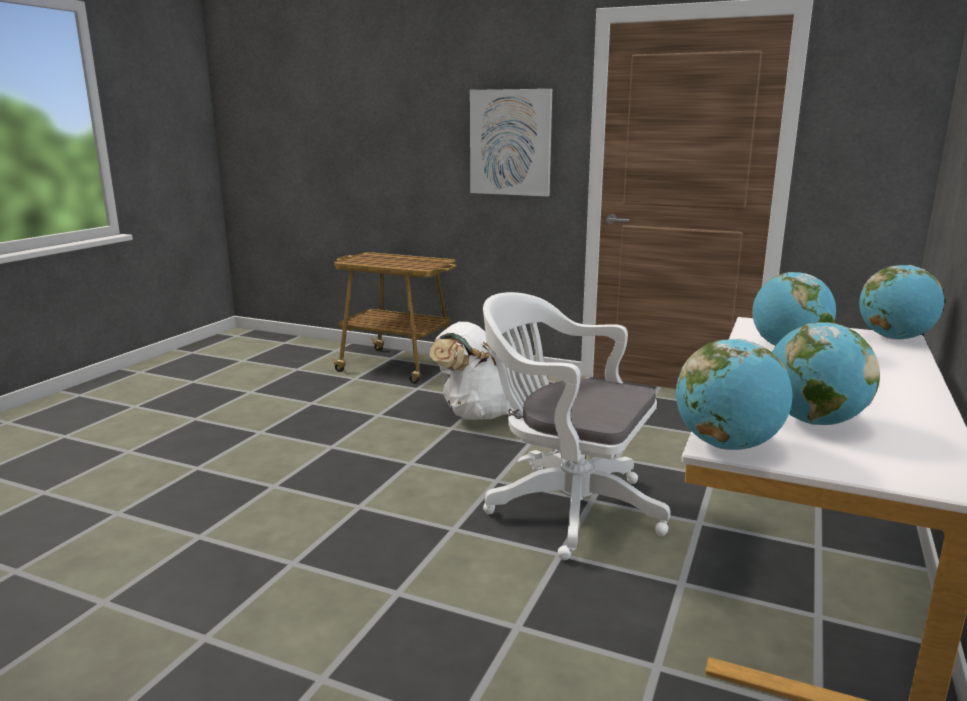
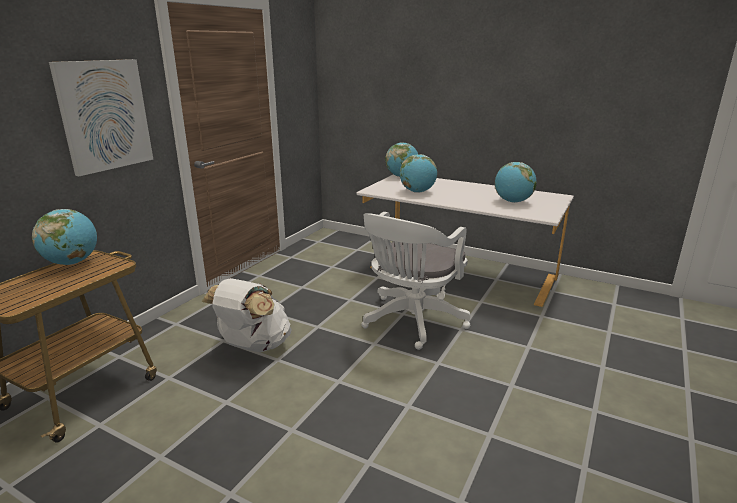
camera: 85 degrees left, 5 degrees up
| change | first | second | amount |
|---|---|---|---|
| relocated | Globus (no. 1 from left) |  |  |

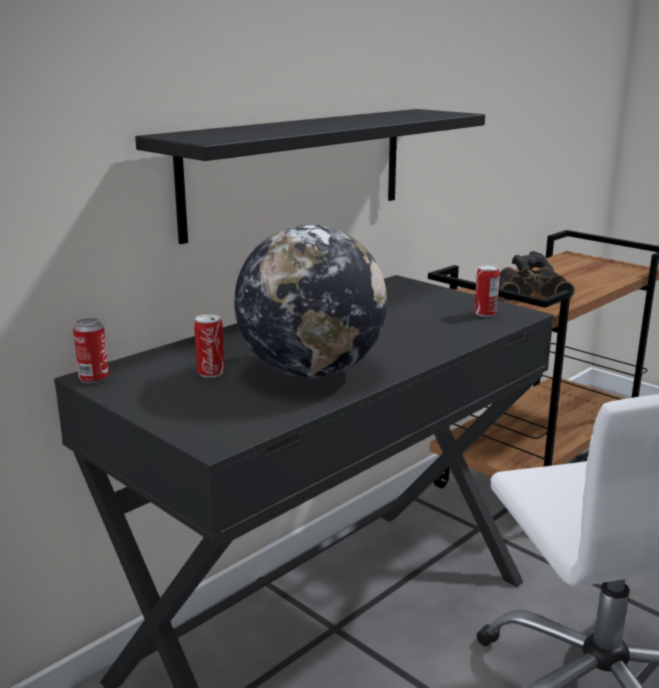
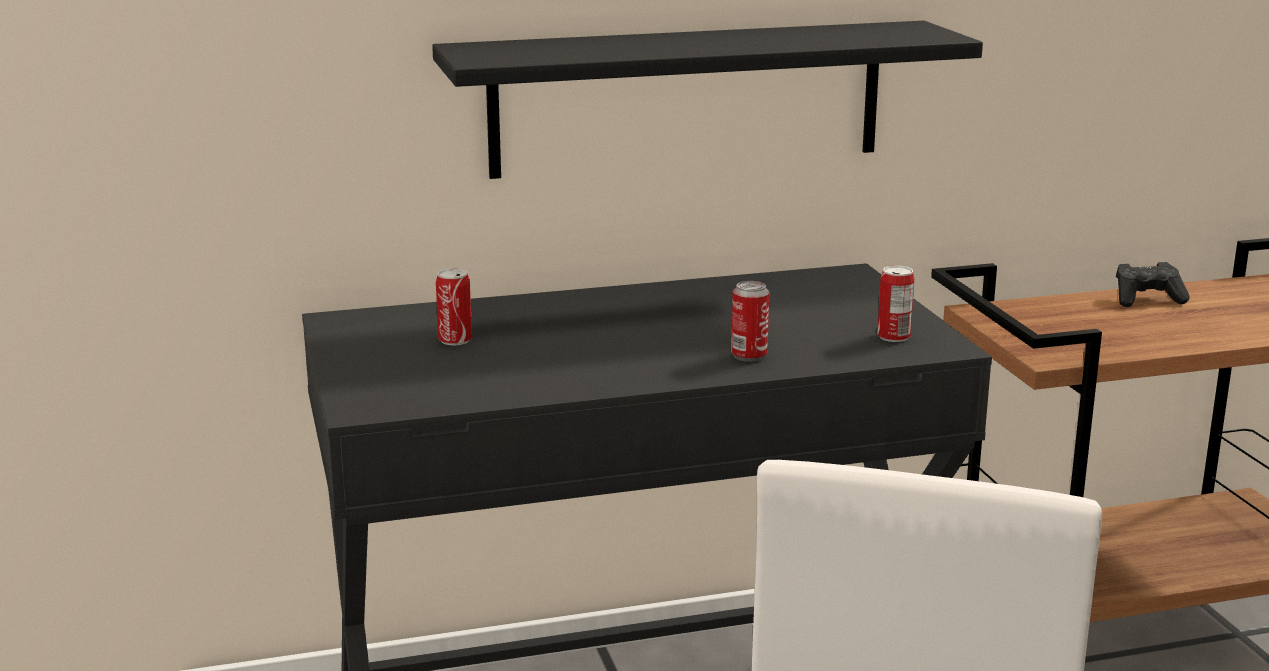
camera: 30 degrees right, 0 degrees up
| change | first | second | amount |
|---|---|---|---|
| relocated | Dose (no. 1 from left in the first image) | Dose (no. 2 from left) |  |
| missing | Globus |  |  |
| missing | Fernglas |  |  |

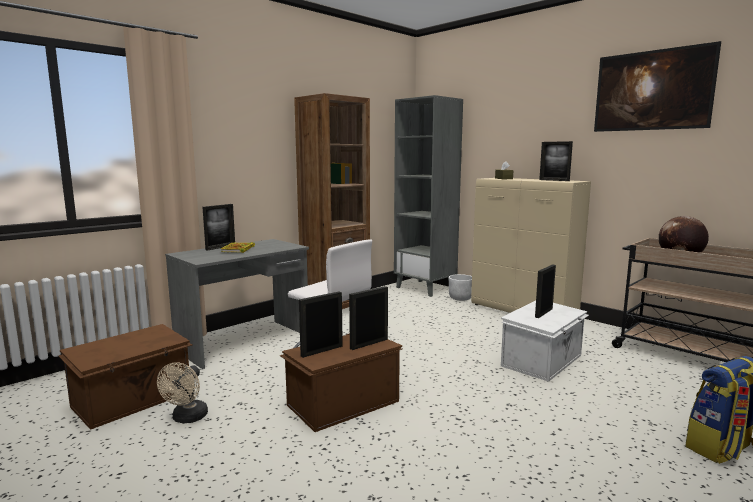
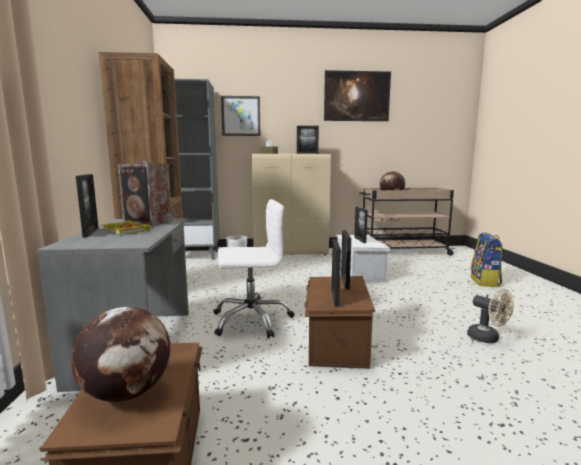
camera: 50 degrees left, 0 degrees up
| change | first | second | amount |
|---|---|---|---|
| appeared |  | Globus (no. 1 from left) |  |
| appeared |  | Lautsprecher |  |
| appeared |  | Bild (no. 1 from left) |  |
| relocated | Ventilator/beige |  |  |

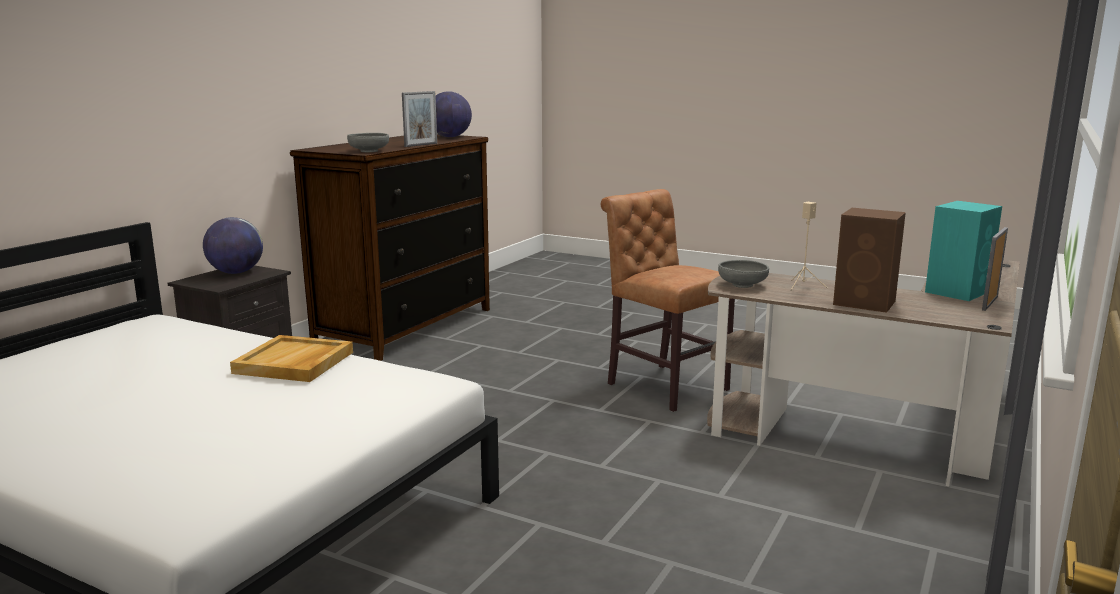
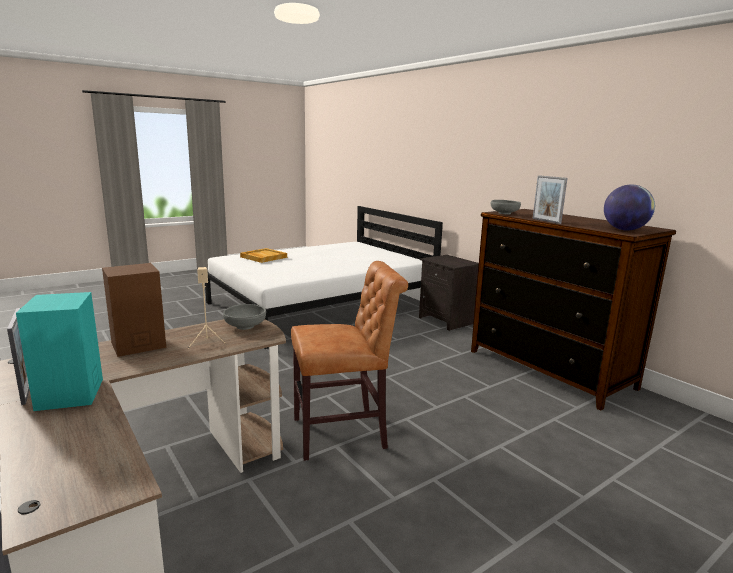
camera: 115 degrees right, 0 degrees up
| change | first | second | amount |
|---|---|---|---|
| relocated | Tablett/beige |  |  |
| missing | Globus (no. 1 from left) |  |  |

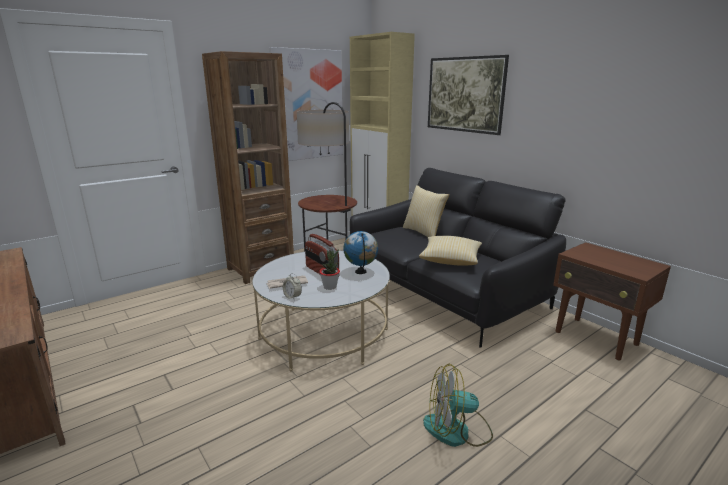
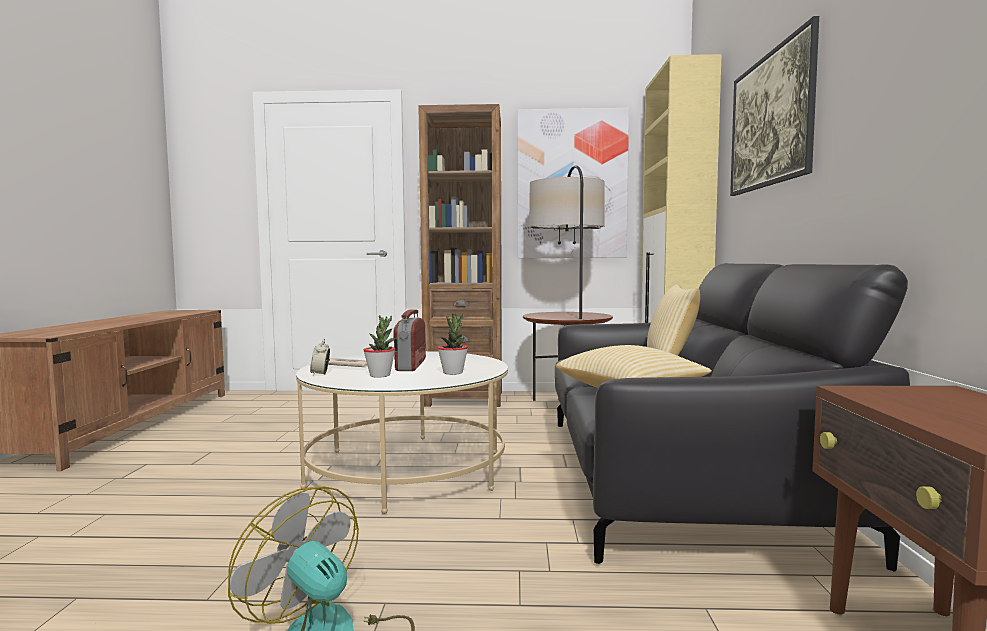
camera: 40 degrees right, 15 degrees down
| change | first | second | amount |
|---|---|---|---|
| exchanged | Globus | Topfpflanze (no. 2 from left) |  |

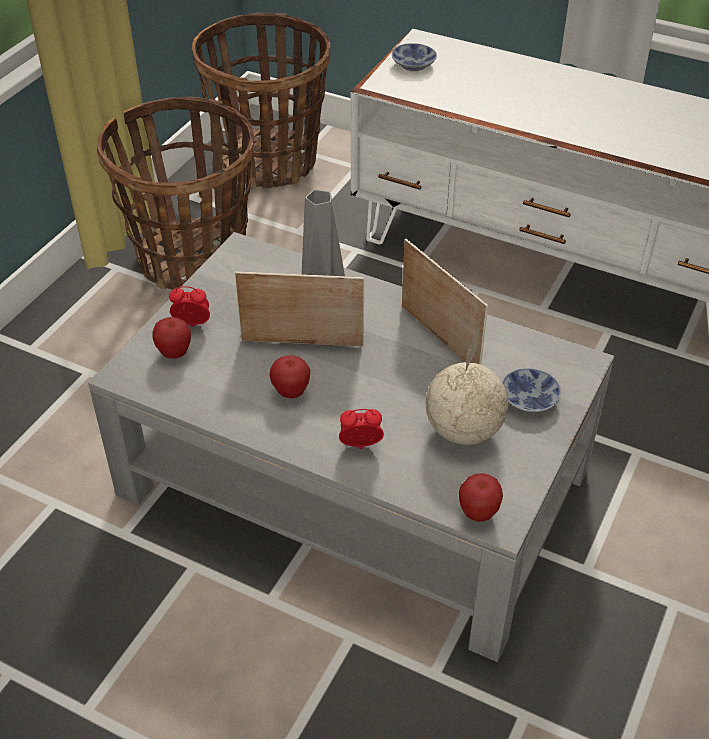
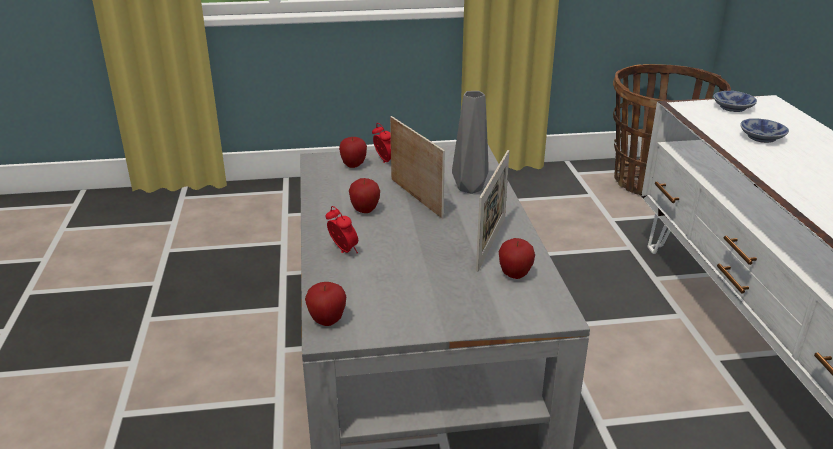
camera: 55 degrees right, 15 degrees down
| change | first | second | amount |
|---|---|---|---|
| appeared |  | Apfel (no. 4 from left) |  |
| relocated | Schüssel (no. 2 from left) |  |  |
| missing | Korb (no. 1 from left) |  |  |
| missing | Globus |  |  |

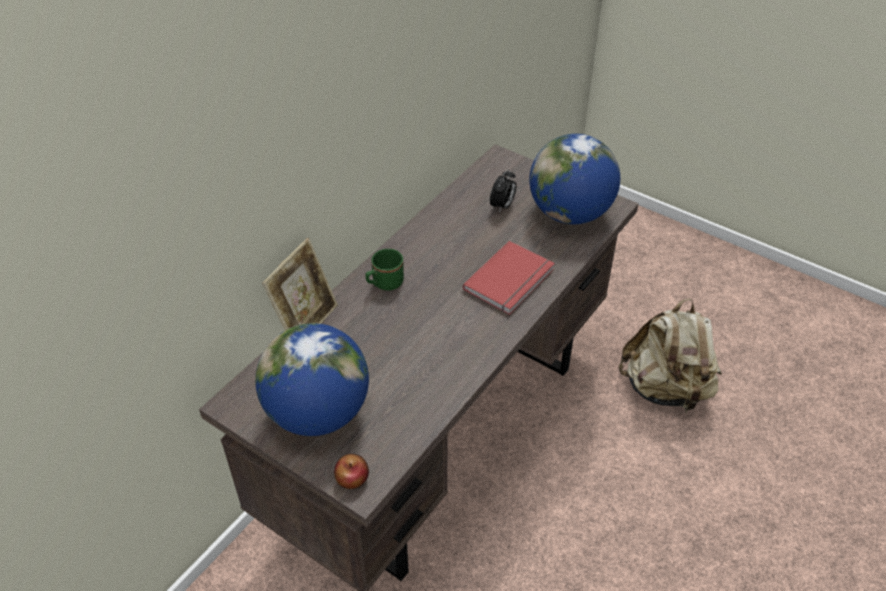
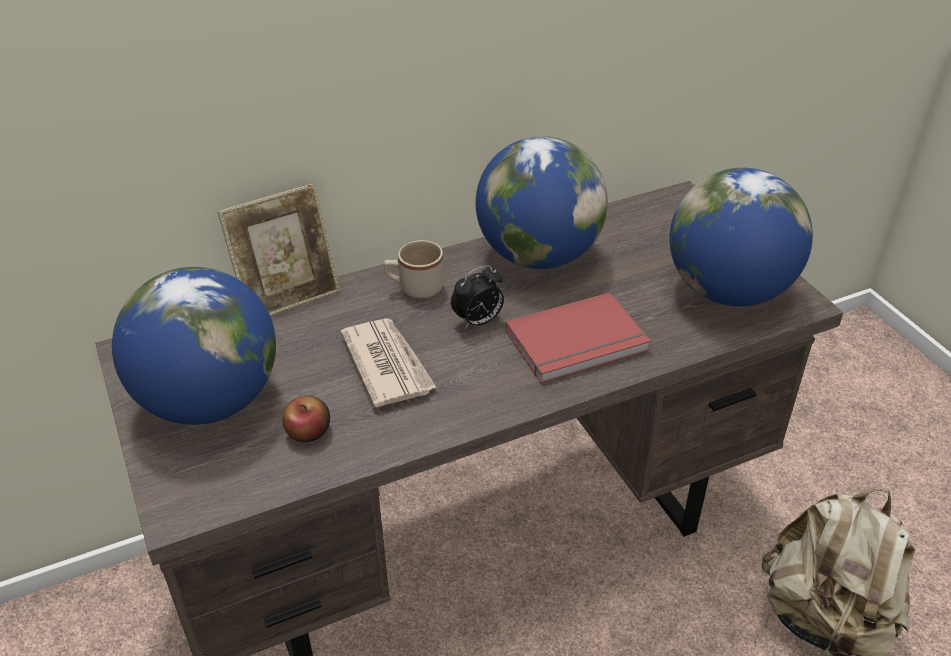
camera: 30 degrees right, 5 degrees down
| change | first | second | amount |
|---|---|---|---|
| relocated | Apfel |  |  |
| appeared |  | Zeitung |  |
| colour | Henkelbecher/grün | Henkelbecher/beige |  |
| relocated | Wecker |  |  |
| appeared |  | Globus (no. 2 from left) |  |

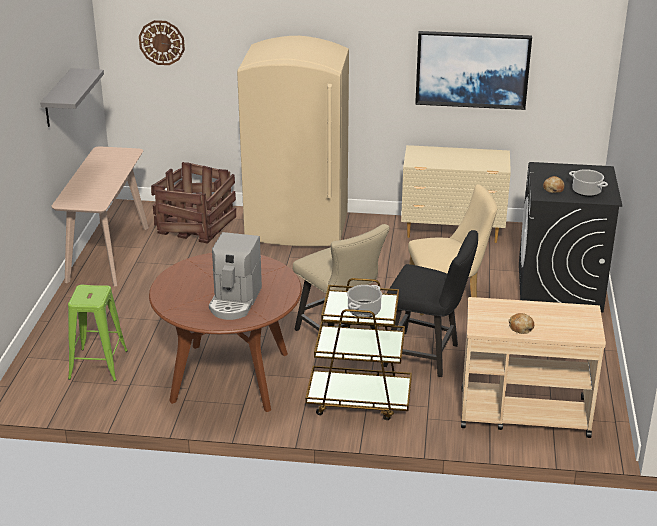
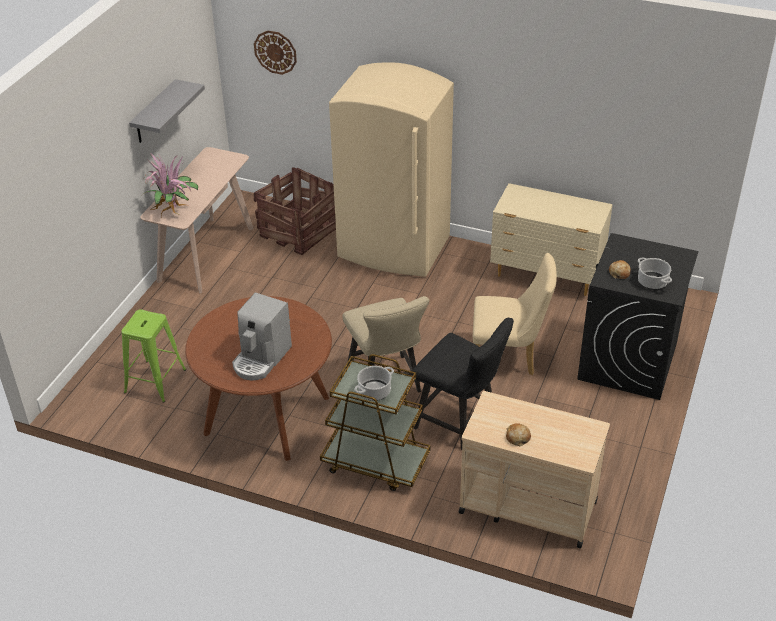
camera: 15 degrees right, 10 degrees up
| change | first | second | amount |
|---|---|---|---|
| appeared |  | Topfpflanze |  |
| missing | Bild |  |  |

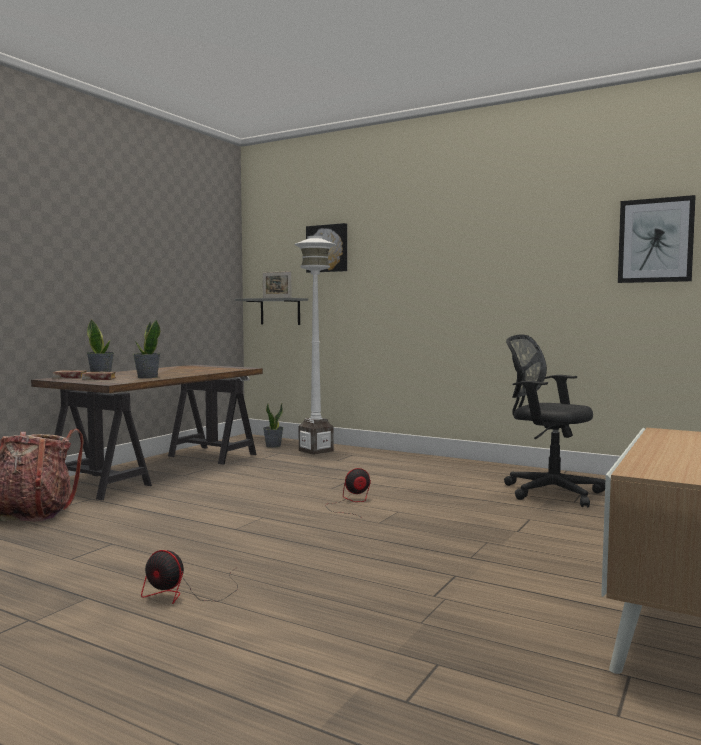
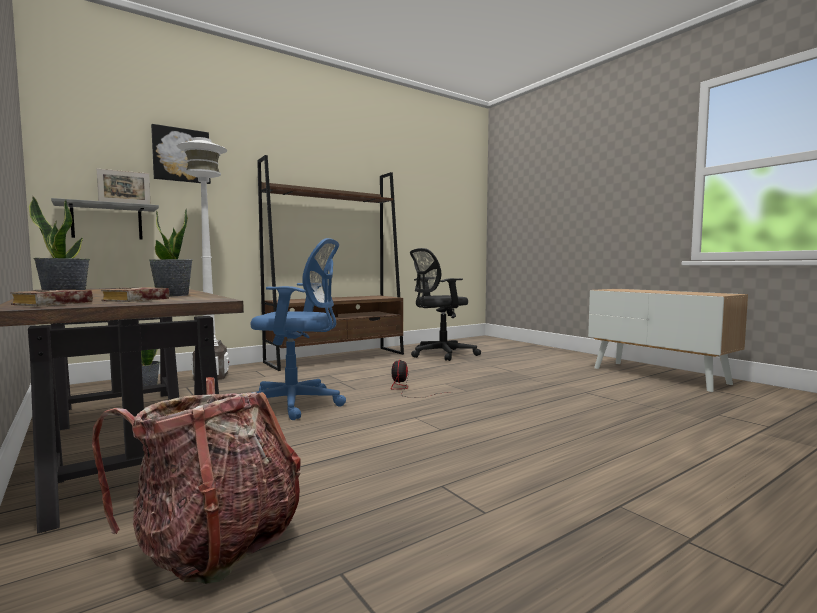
camera: 65 degrees left, 0 degrees up
| change | first | second | amount |
|---|---|---|---|
| appeared |  | Bürostuhl/blau |  |
| appeared |  | Bücherregal/braun |  |
| missing | Ventilator (no. 1 from left) |  |  |
| missing | Bild (no. 2 from left) |  |  |

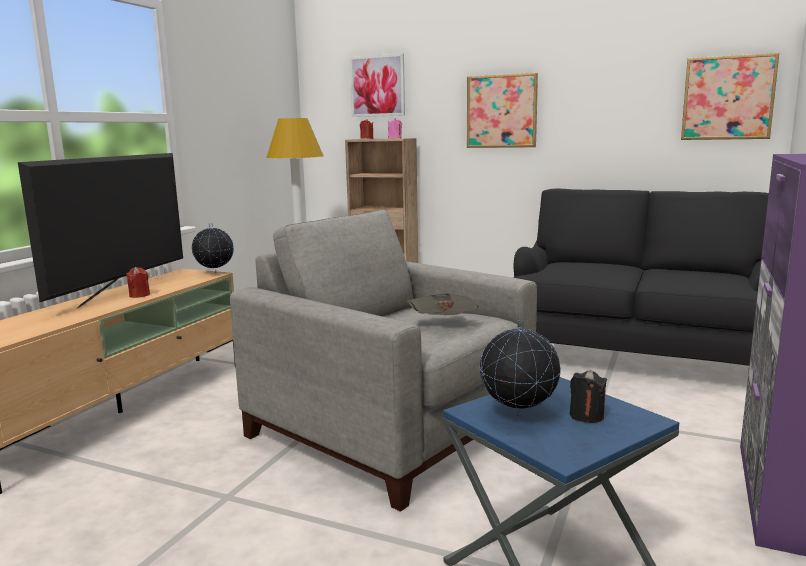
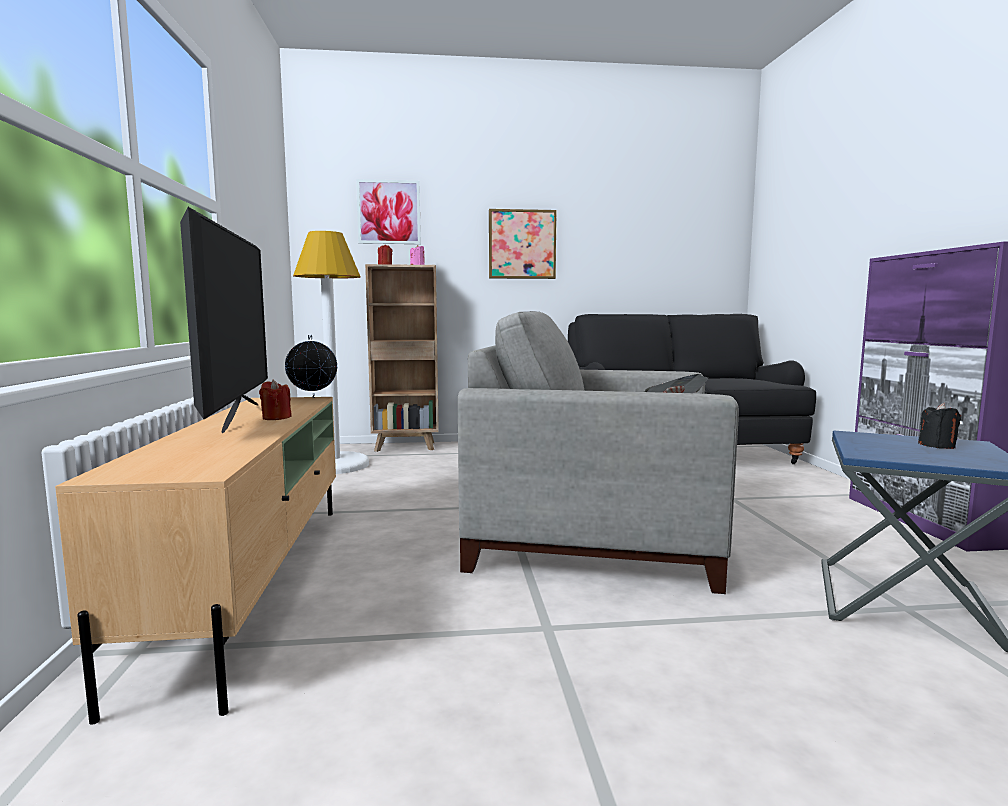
camera: 30 degrees left, 5 degrees down
| change | first | second | amount |
|---|---|---|---|
| missing | Globus (no. 2 from left) |  |  |
| missing | Bild (no. 3 from left) |  |  |

